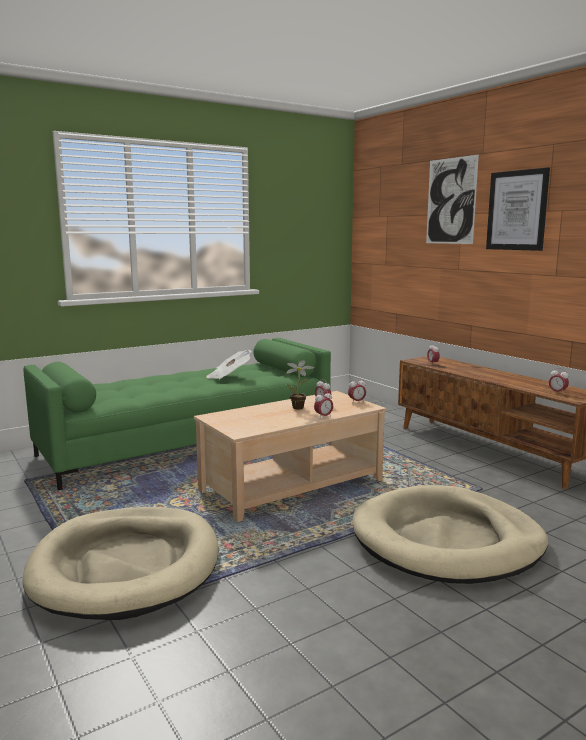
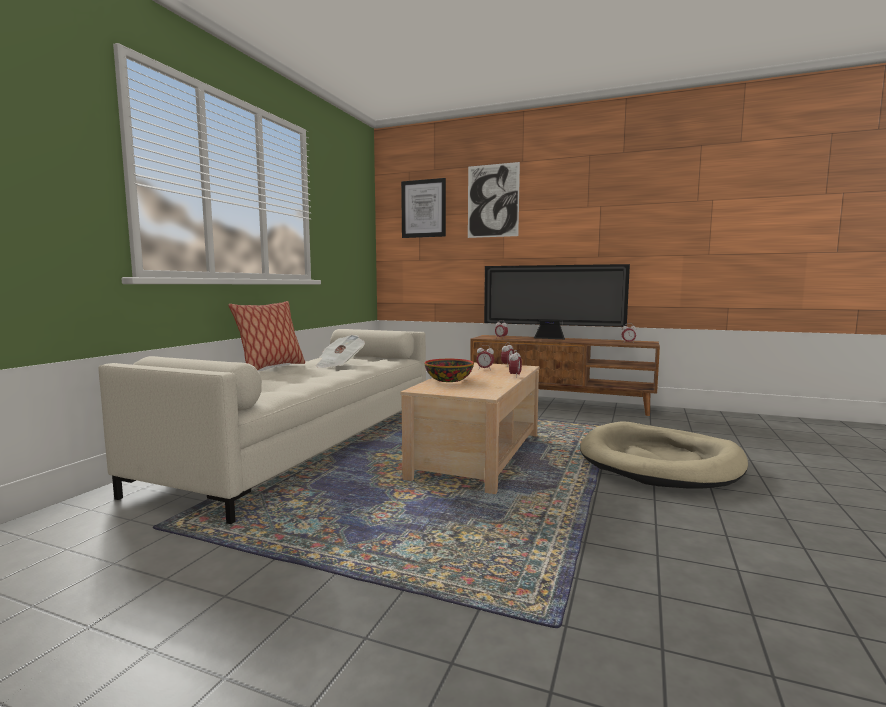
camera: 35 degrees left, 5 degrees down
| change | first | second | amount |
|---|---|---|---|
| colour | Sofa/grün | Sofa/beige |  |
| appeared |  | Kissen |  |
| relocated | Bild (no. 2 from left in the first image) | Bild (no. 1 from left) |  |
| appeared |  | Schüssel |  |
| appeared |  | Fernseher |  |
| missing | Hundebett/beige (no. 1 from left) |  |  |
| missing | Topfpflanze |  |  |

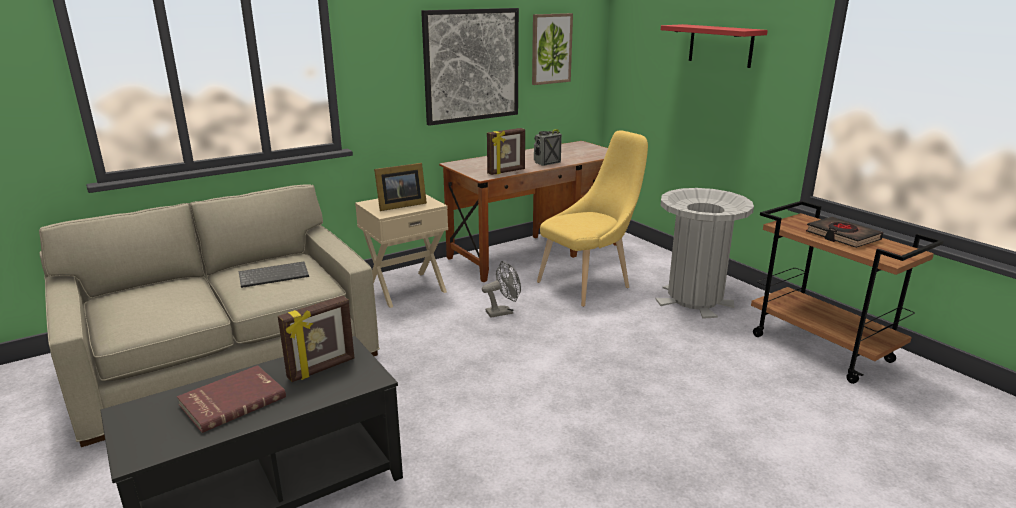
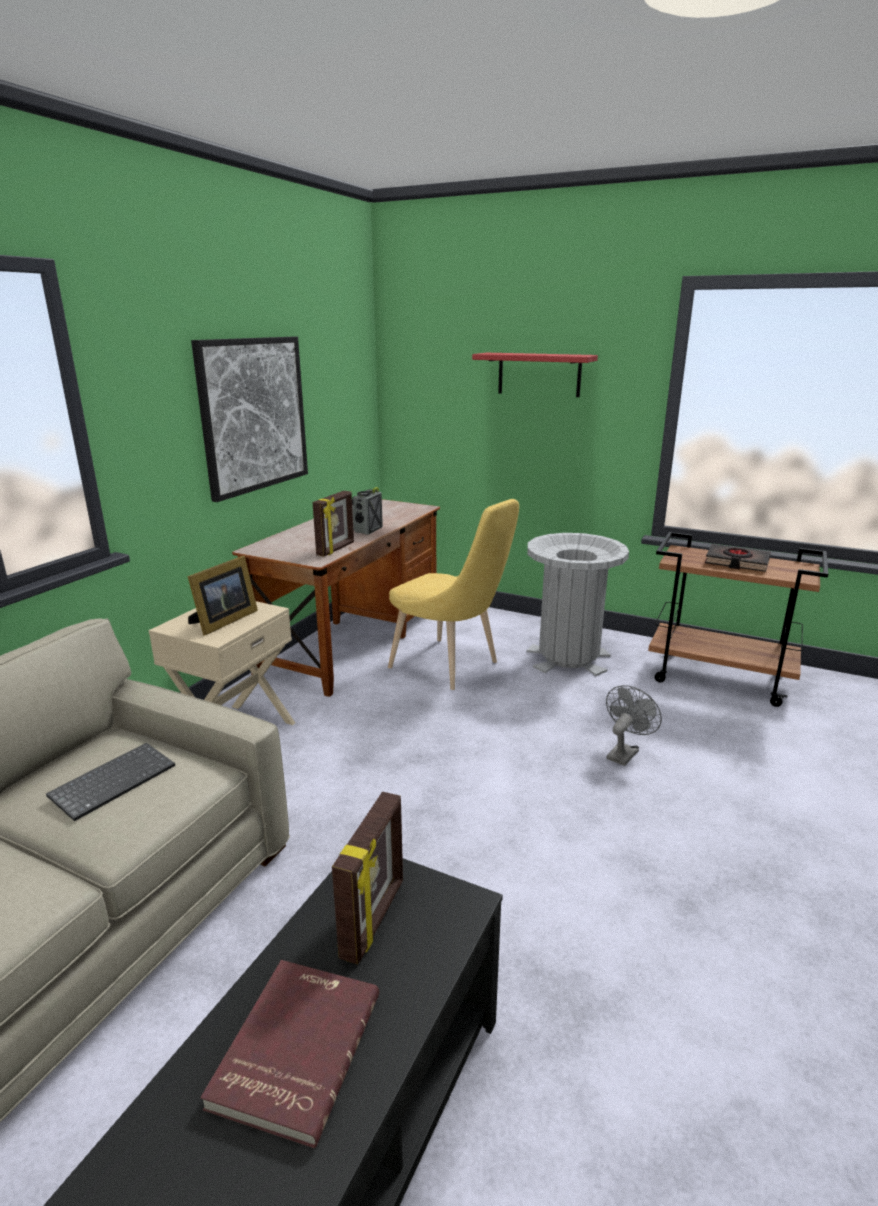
camera: 30 degrees left, 0 degrees up
| change | first | second | amount |
|---|---|---|---|
| spun | Stuhl/gelb |  | 105 degrees clockwise |
| relocated | Ventilator/grau |  |  |
| missing | Bild (no. 2 from left) |  |  |

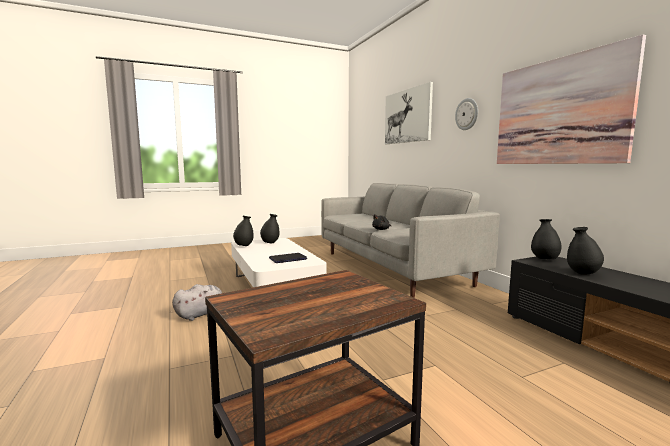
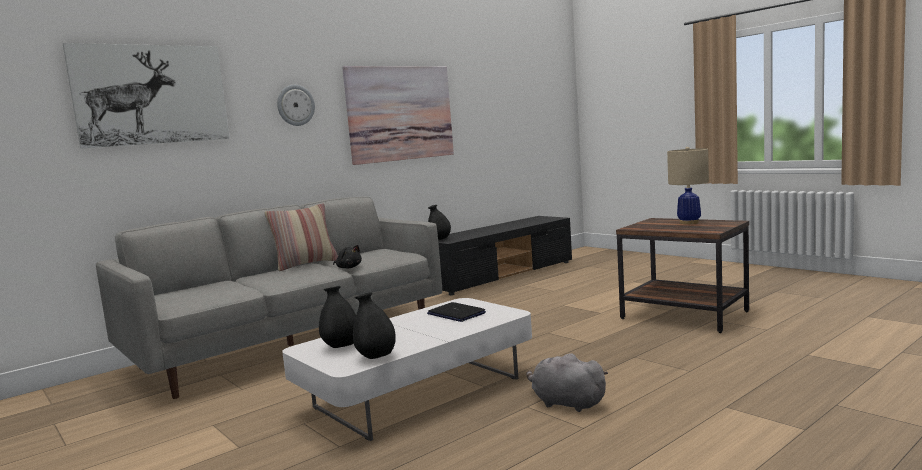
camera: 105 degrees left, 0 degrees up
| change | first | second | amount |
|---|---|---|---|
| appeared |  | Kissen |  |
| appeared |  | Tischlampe/beige |  |
| missing | Vase/schwarz (no. 4 from left) |  |  |

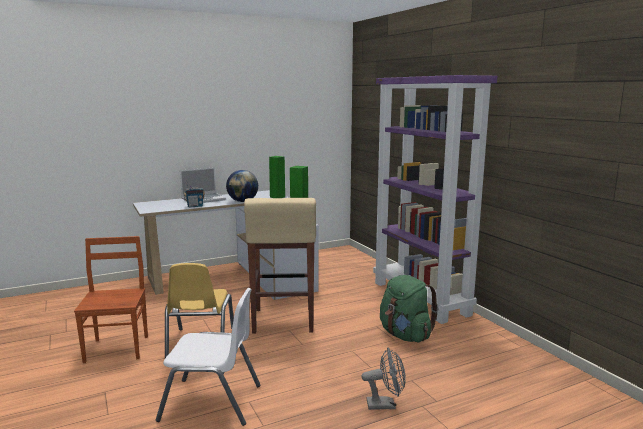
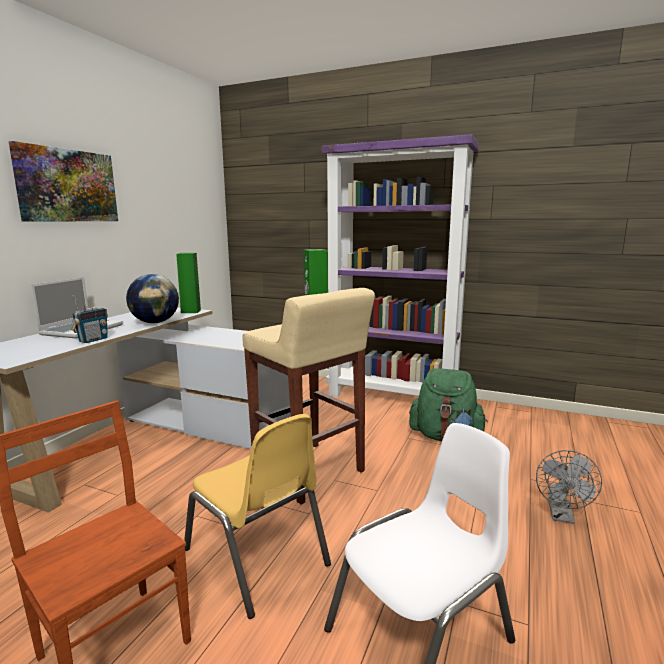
camera: 40 degrees left, 0 degrees up
| change | first | second | amount |
|---|---|---|---|
| appeared |  | Bild |  |
| spun | Ventilator/grau |  | 150 degrees clockwise |

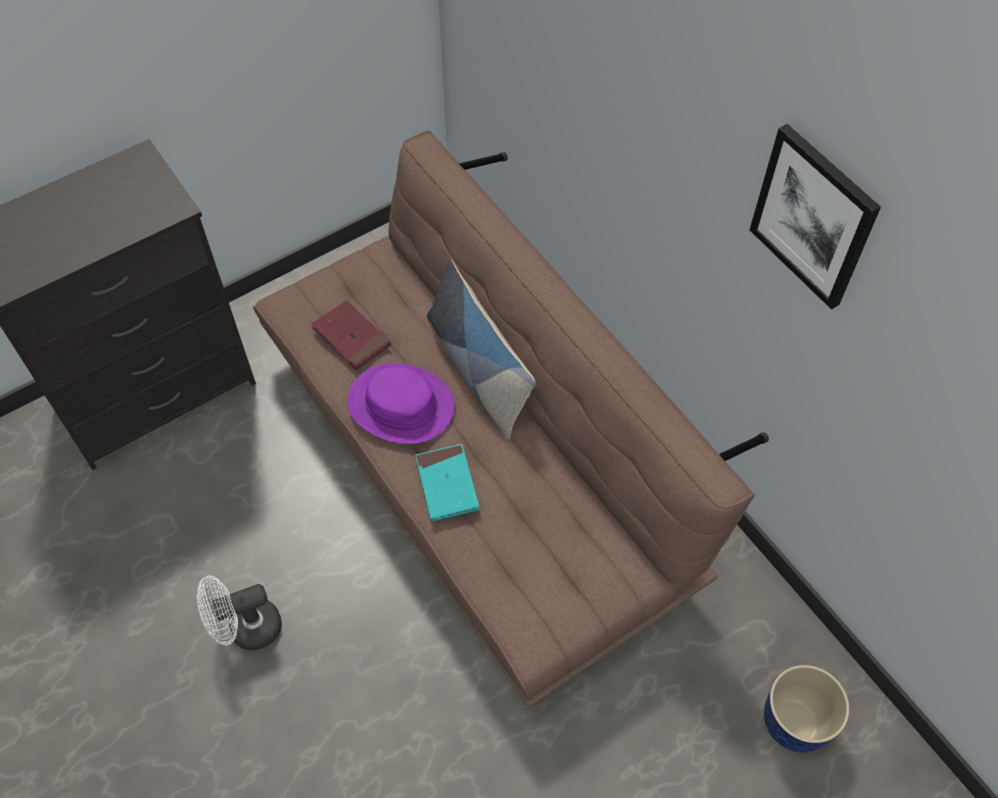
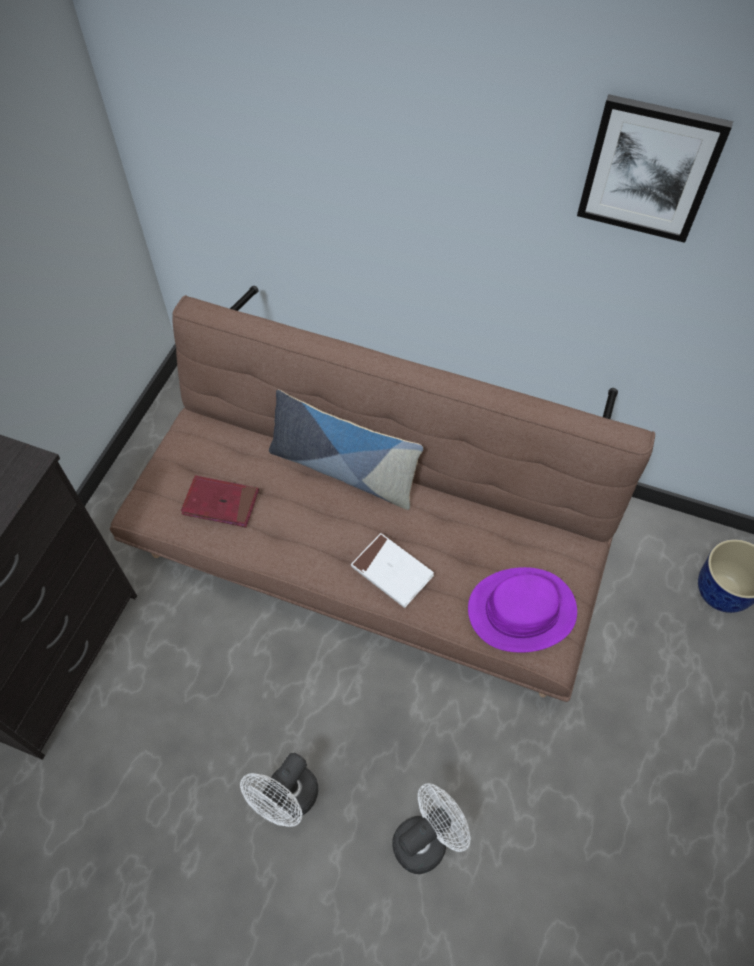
camera: 35 degrees left, 0 degrees up
| change | first | second | amount |
|---|---|---|---|
| colour | Buch/türkis | Buch/weiß |  |
| appeared |  | Ventilator/weiß (no. 2 from left) |  |
| relocated | Hut/lila |  |  |

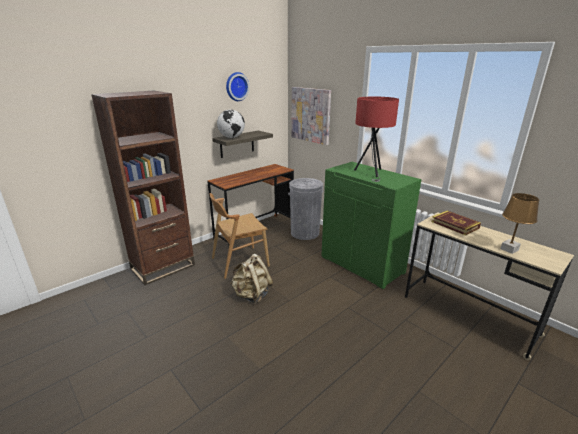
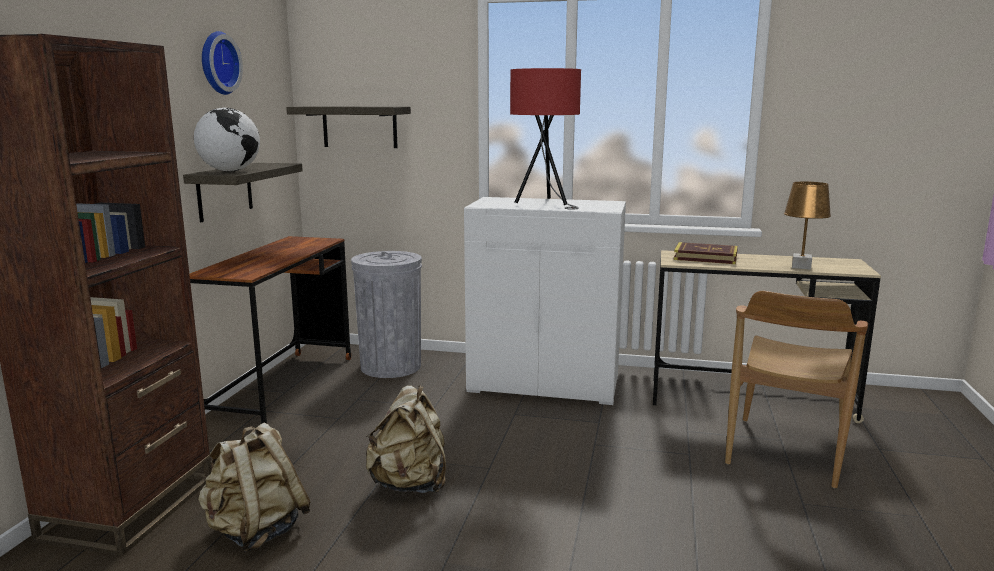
camera: 35 degrees left, 10 degrees down
| change | first | second | amount |
|---|---|---|---|
| appeared |  | Rucksack/beige (no. 1 from left) |  |
| exchanged | Bild | Wandregal (no. 2 from left) |  |
| colour | Schrank/grün | Schrank/weiß |  |
| relocated | Stuhl/braun |  |  |

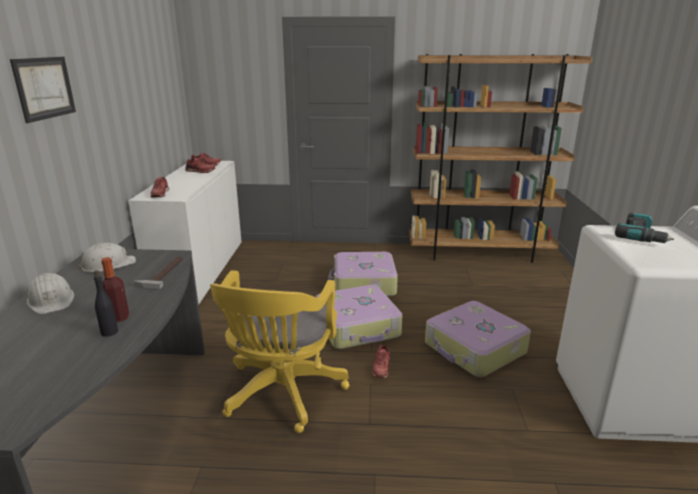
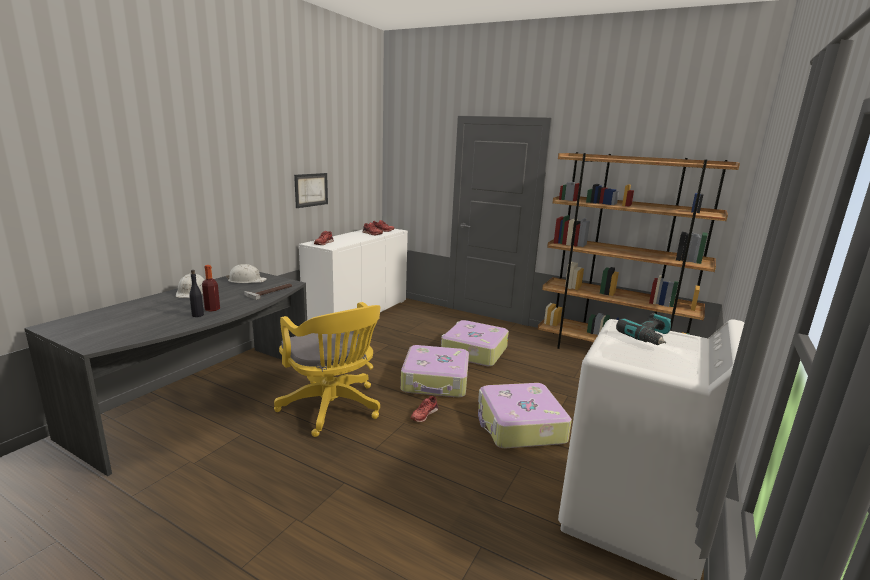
camera: 25 degrees right, 5 degrees down
| change | first | second | amount |
|---|---|---|---|
| spun | Bürostuhl/gelb |  | 75 degrees counterclockwise |
| relocated | Bild |  |  |

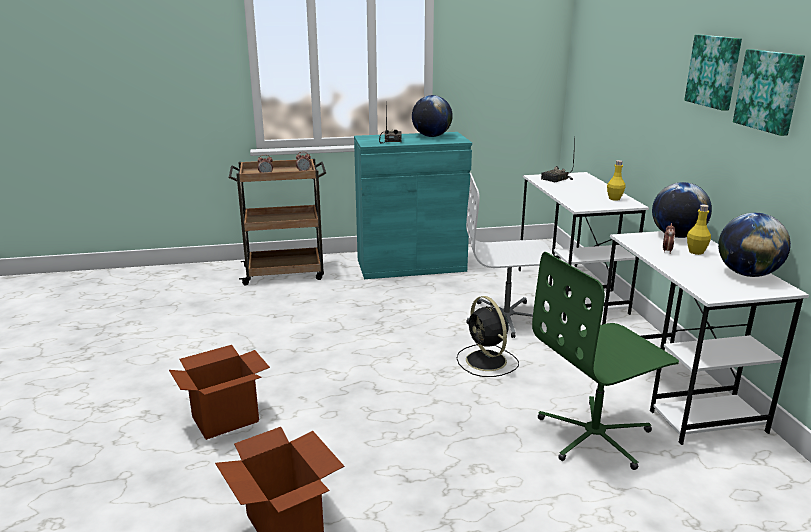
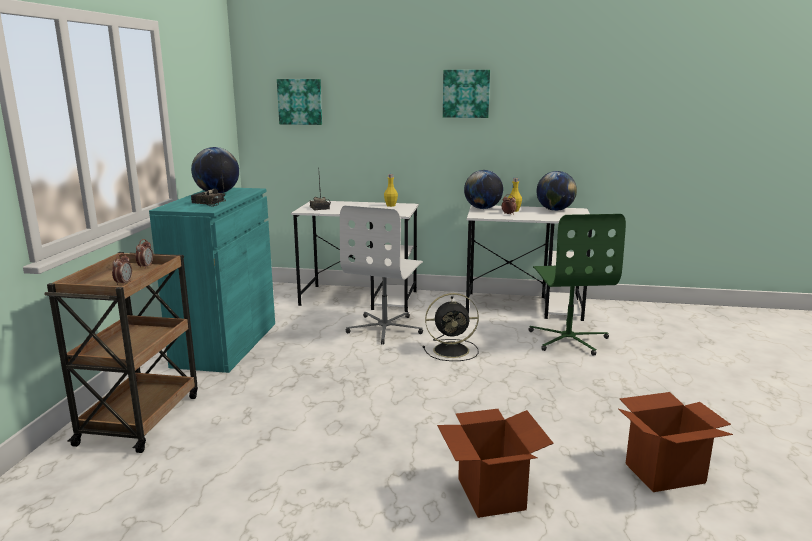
camera: 70 degrees left, 5 degrees down
| change | first | second | amount |
|---|---|---|---|
| relocated | Bild (no. 2 from left in the first image) | Bild (no. 1 from left) |  |

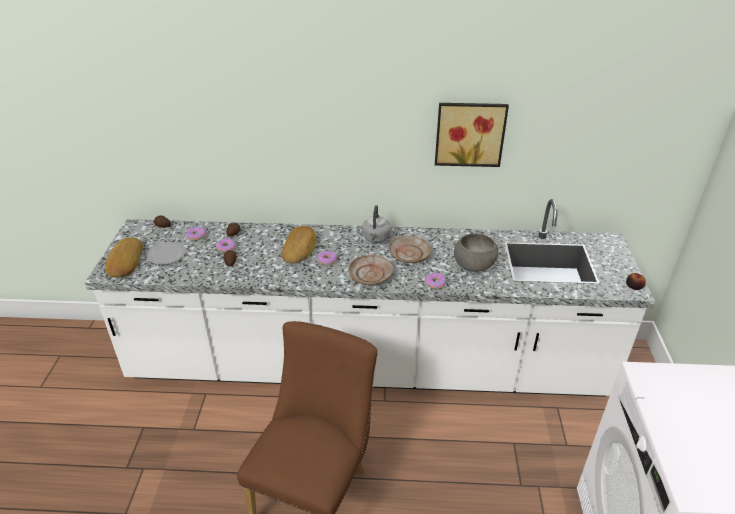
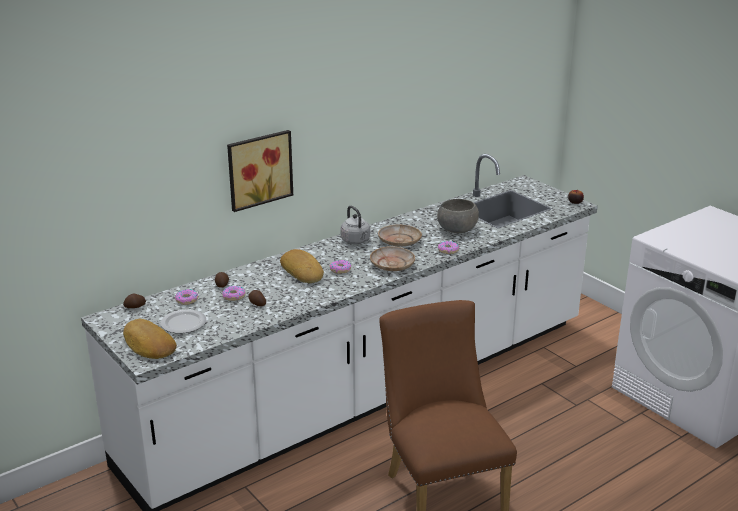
camera: 40 degrees left, 10 degrees down
| change | first | second | amount |
|---|---|---|---|
| relocated | Bild |  |  |

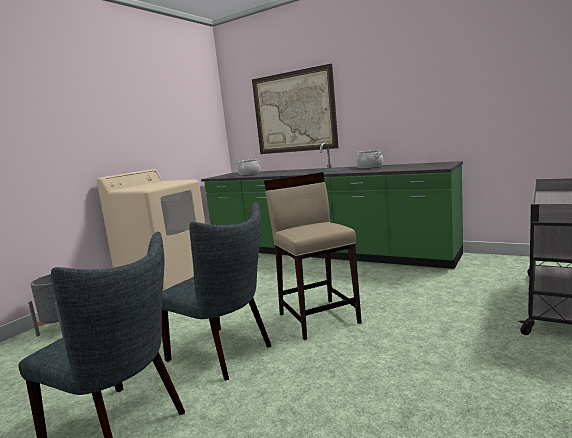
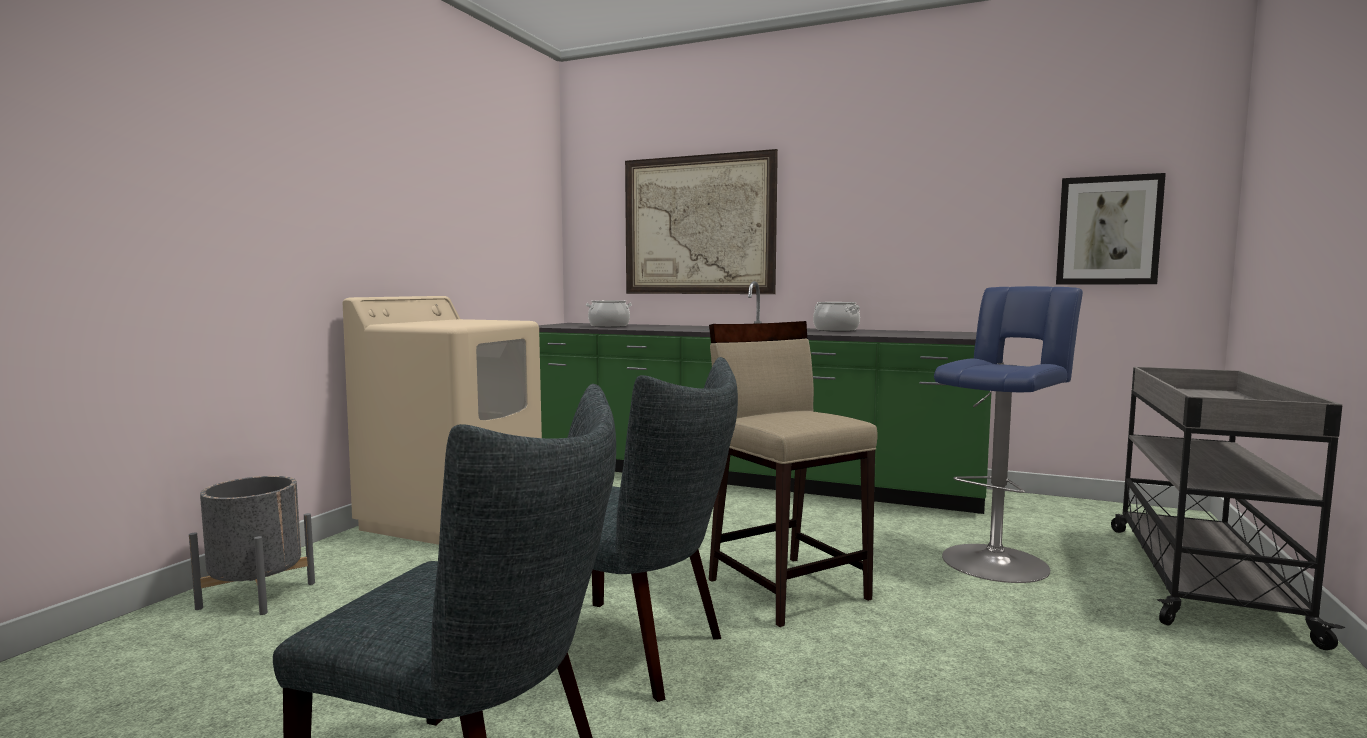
camera: 10 degrees left, 5 degrees down
| change | first | second | amount |
|---|---|---|---|
| appeared |  | Hocker/blau |  |
| appeared |  | Bild (no. 2 from left) |  |

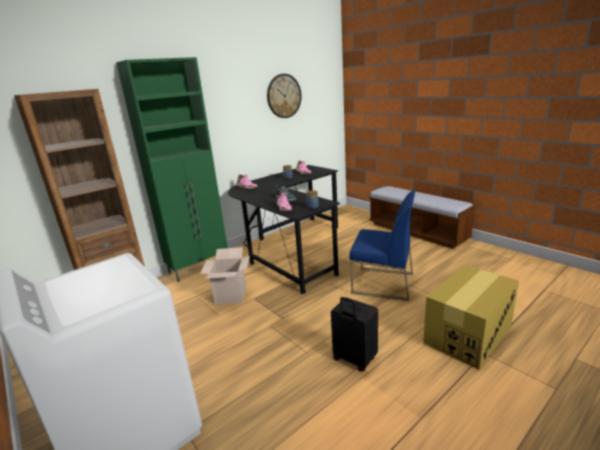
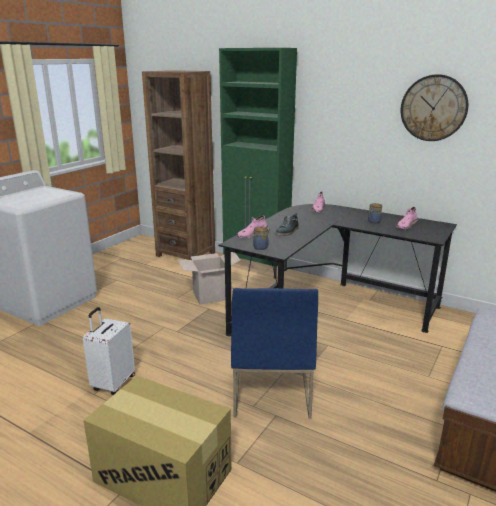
camera: 70 degrees right, 0 degrees up
| change | first | second | amount |
|---|---|---|---|
| colour | Koffer/schwarz | Koffer/weiß |  |

